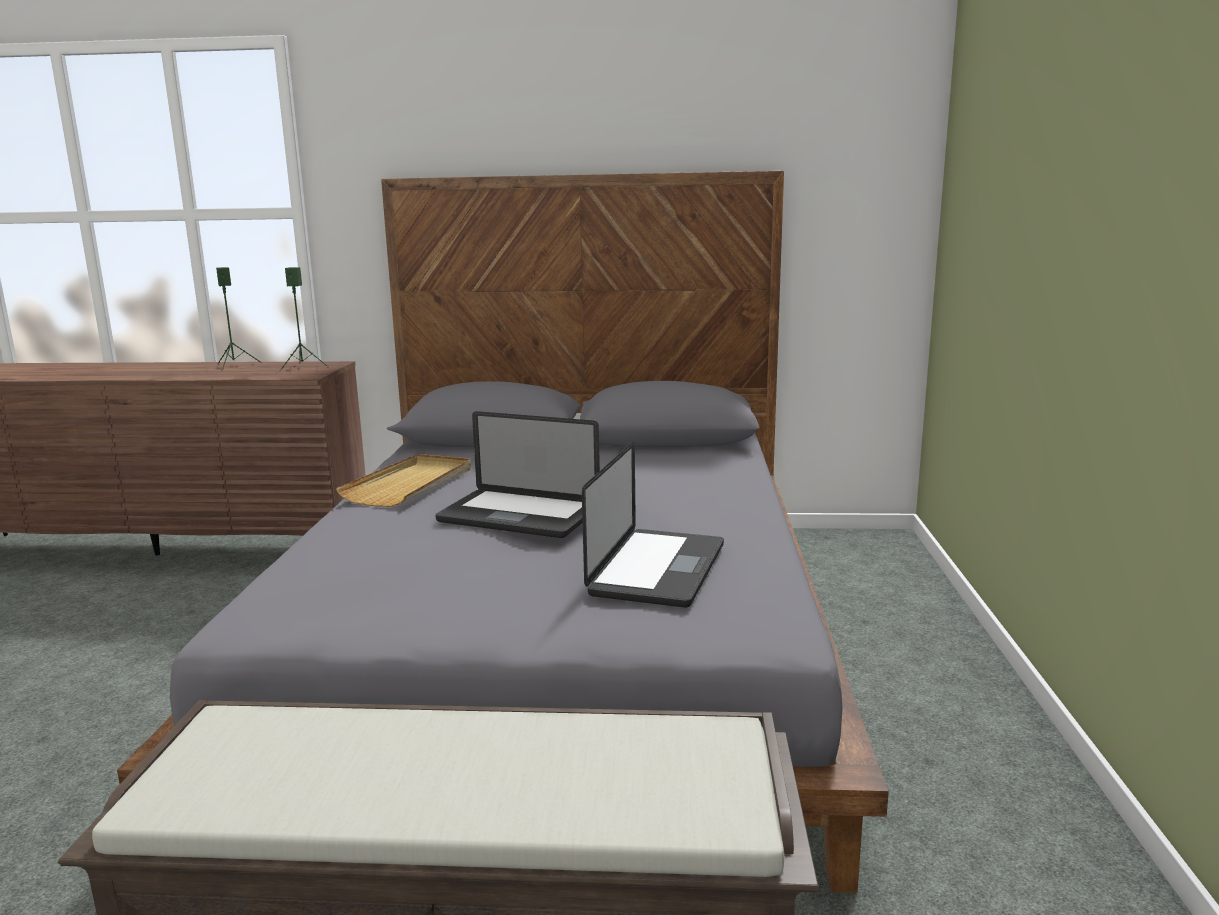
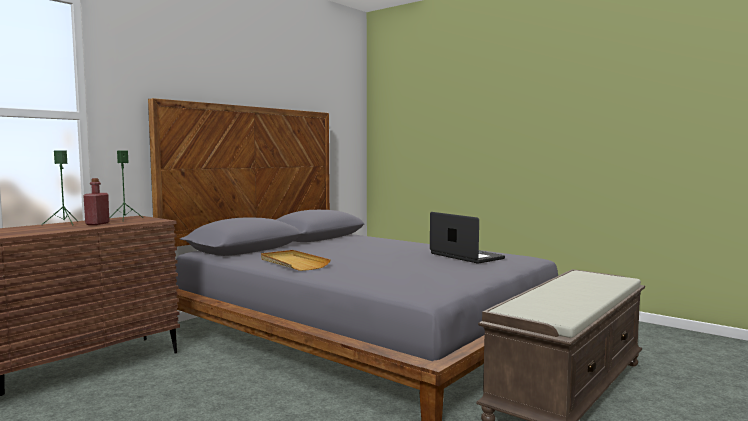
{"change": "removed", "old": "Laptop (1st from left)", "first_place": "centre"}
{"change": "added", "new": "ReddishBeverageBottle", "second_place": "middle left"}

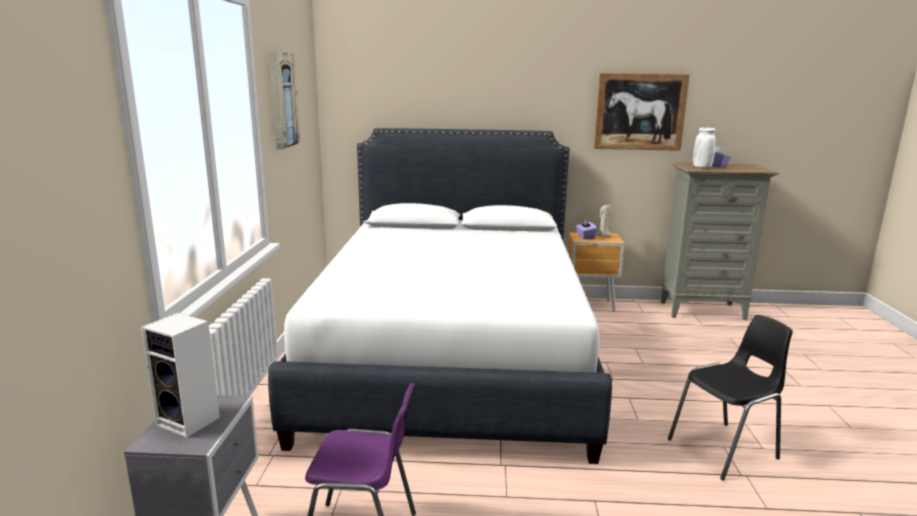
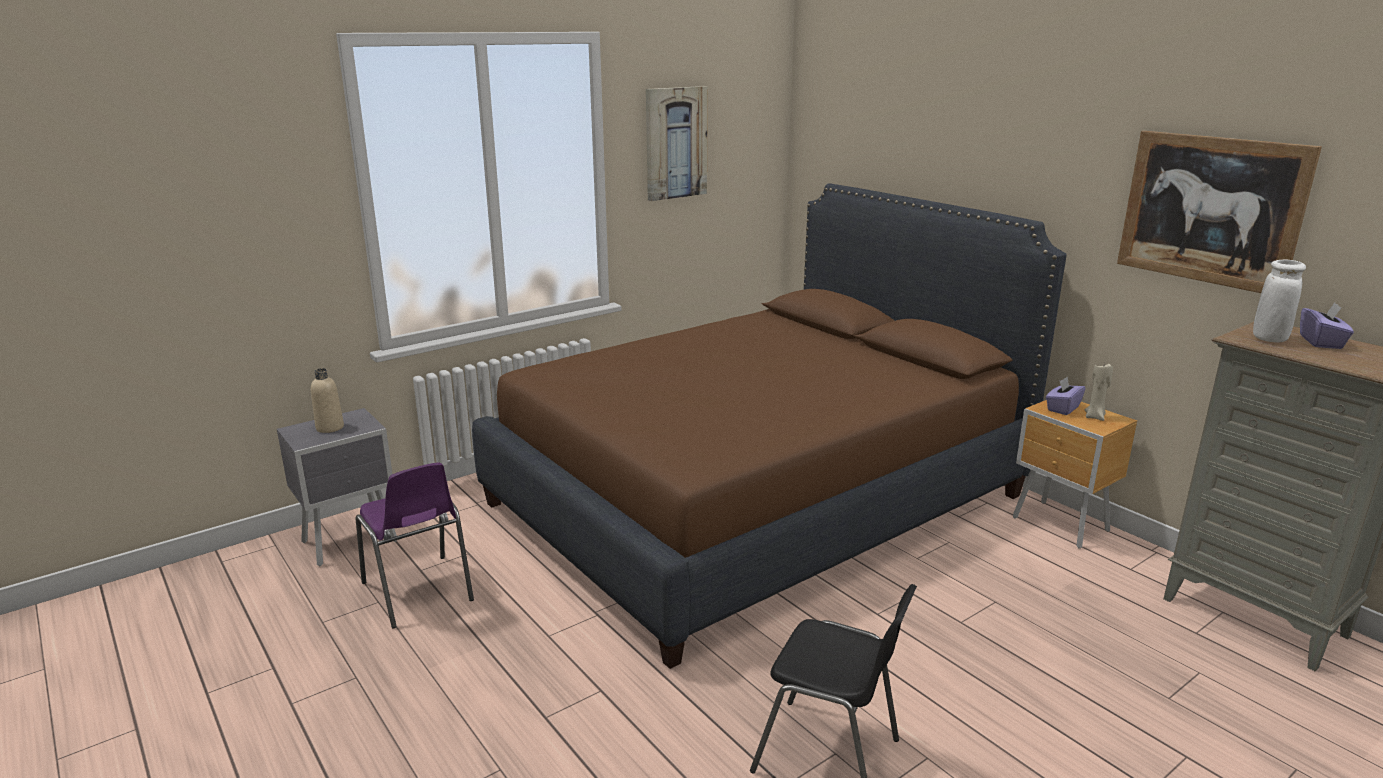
{"change": "recoloured", "old": "WhiteBedroomBed", "new": "BrownColouredBedroomBed", "first_place": "centre", "second_place": "centre"}
{"change": "replaced", "old": "Loudspeaker", "new": "BeigeBeverageBottle", "first_place": "bottom left", "second_place": "middle left"}

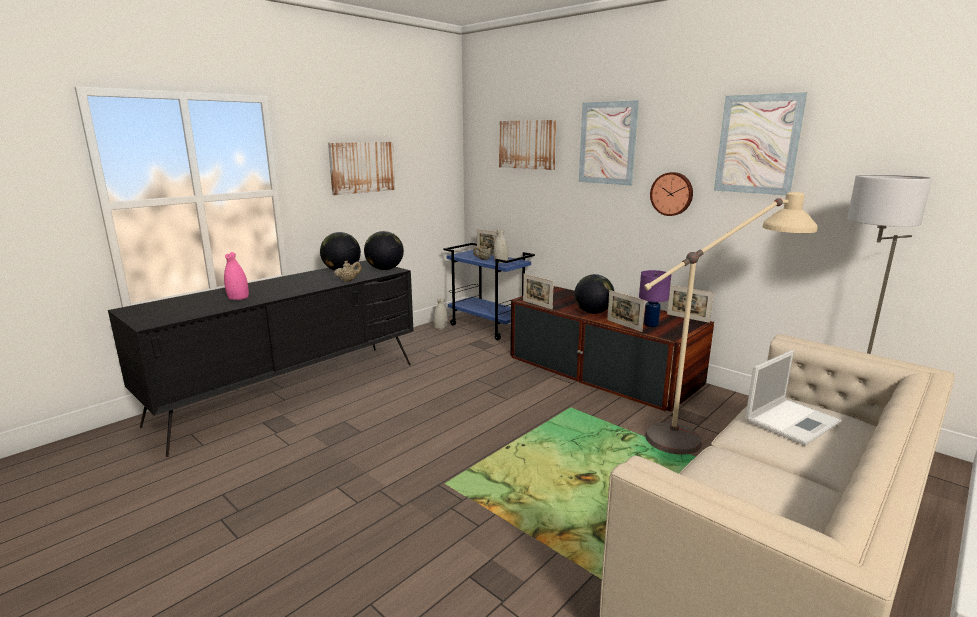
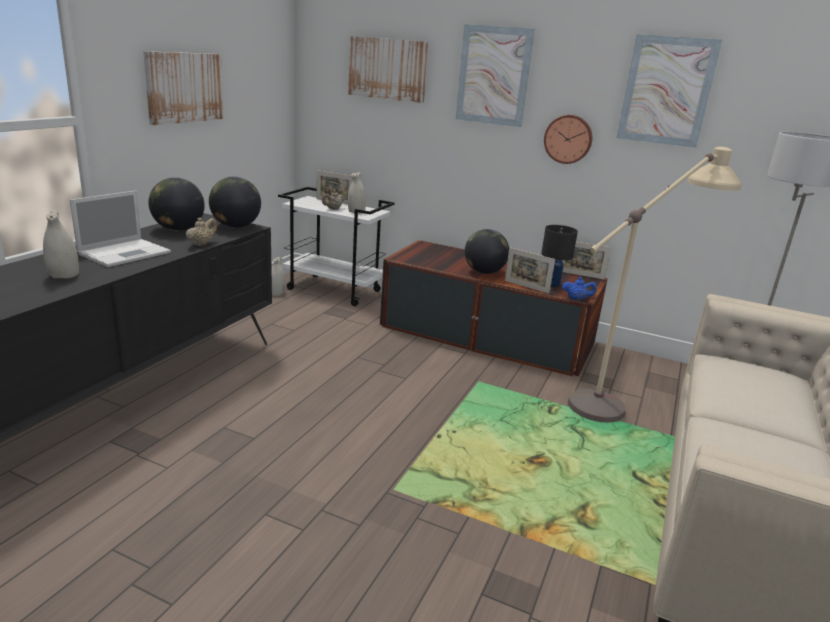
{"change": "recoloured", "old": "BlueColouredTrolley", "new": "WhiteTrolley", "first_place": "centre", "second_place": "centre"}
{"change": "recoloured", "old": "PinkColouredDecorativeVase", "new": "WhiteDecorativeVase (1st from left)", "first_place": "middle left", "second_place": "middle left"}
{"change": "recoloured", "old": "PurplishLampForATable", "new": "BlackLampForATable", "first_place": "middle right", "second_place": "middle right"}
{"change": "removed", "old": "PictureFrame (2nd from left)", "first_place": "centre"}
{"change": "moved", "old": "Laptop", "first_place": "middle right", "second_place": "middle left"}
{"change": "added", "new": "BlueColouredPotForTea", "second_place": "middle right"}

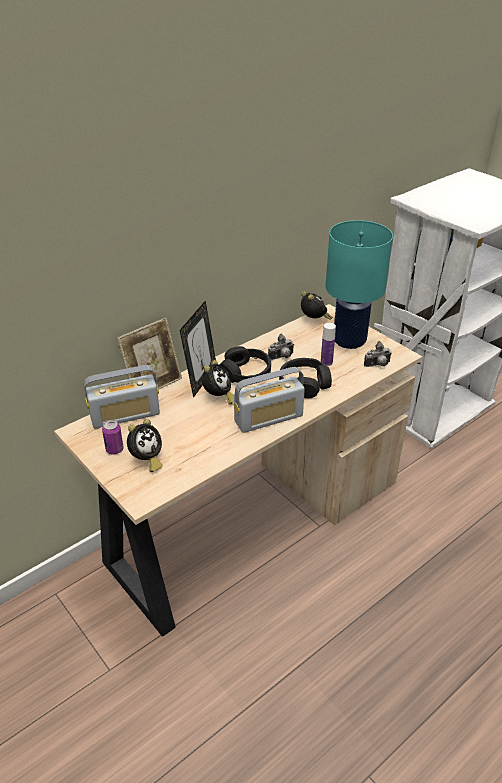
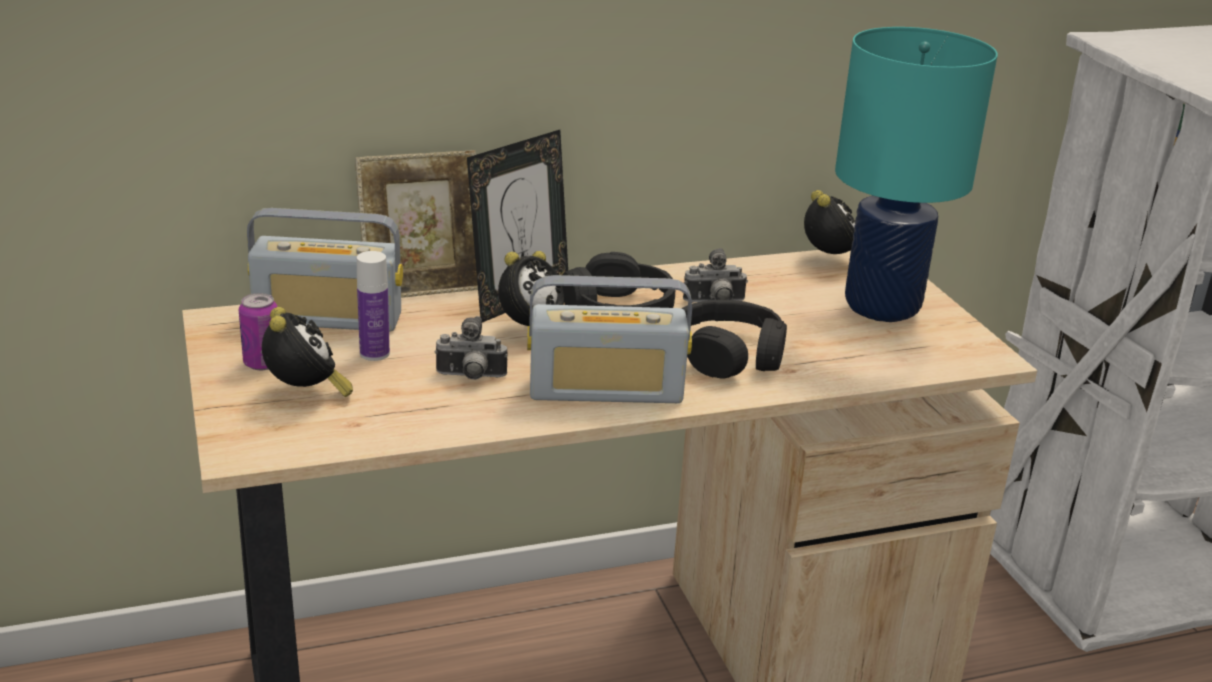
{"change": "moved", "old": "BeverageBottle", "first_place": "centre", "second_place": "middle left"}
{"change": "moved", "old": "StillCamera (2nd from left in the first image)", "new": "StillCamera (1st from left)", "first_place": "middle right", "second_place": "centre"}
{"change": "turned", "old": "TableClock (1st from left)", "first_place": "middle left", "second_place": "middle left", "degrees": -75}

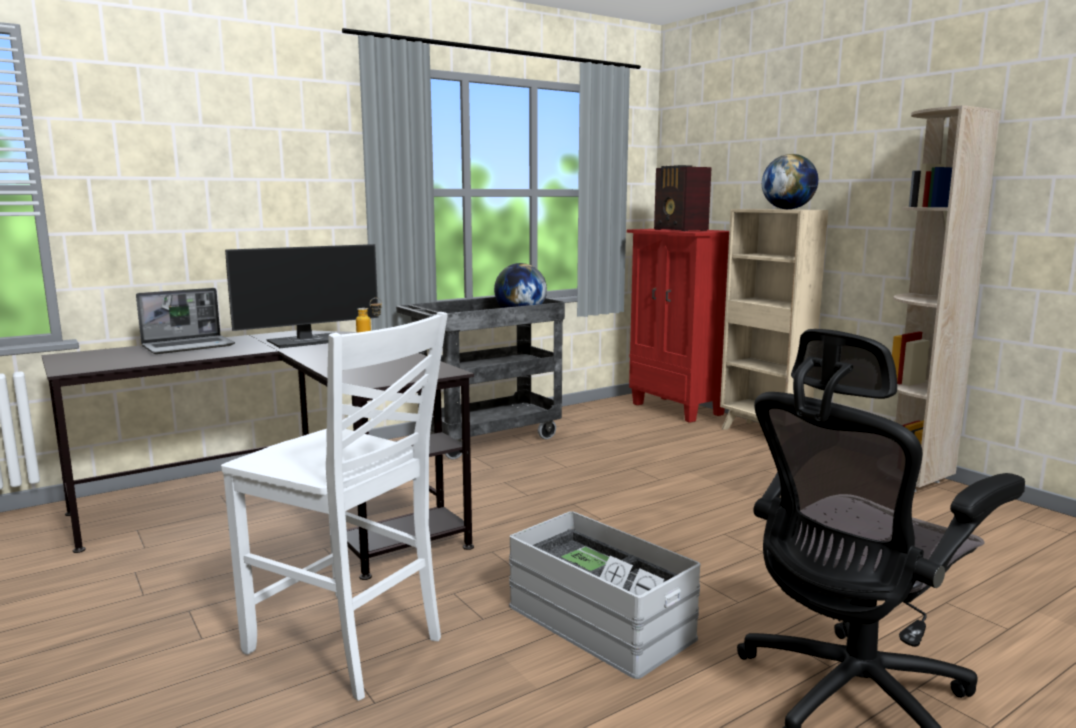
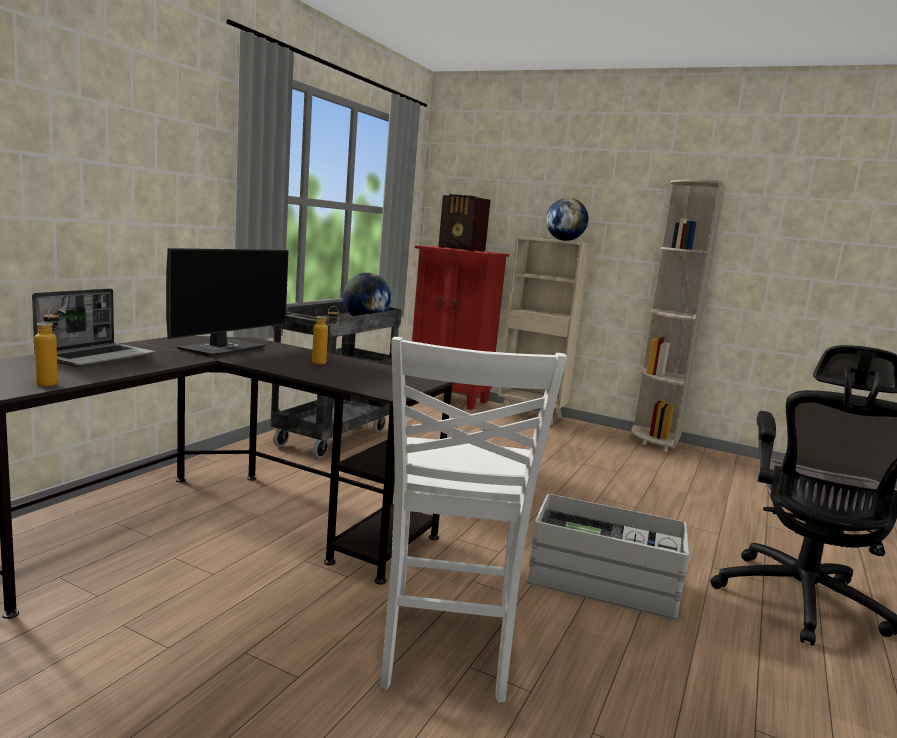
{"change": "turned", "old": "WhiteUprightChair", "first_place": "bottom left", "second_place": "bottom centre", "degrees": 90}
{"change": "added", "new": "BeverageBottle (1st from left)", "second_place": "middle left"}

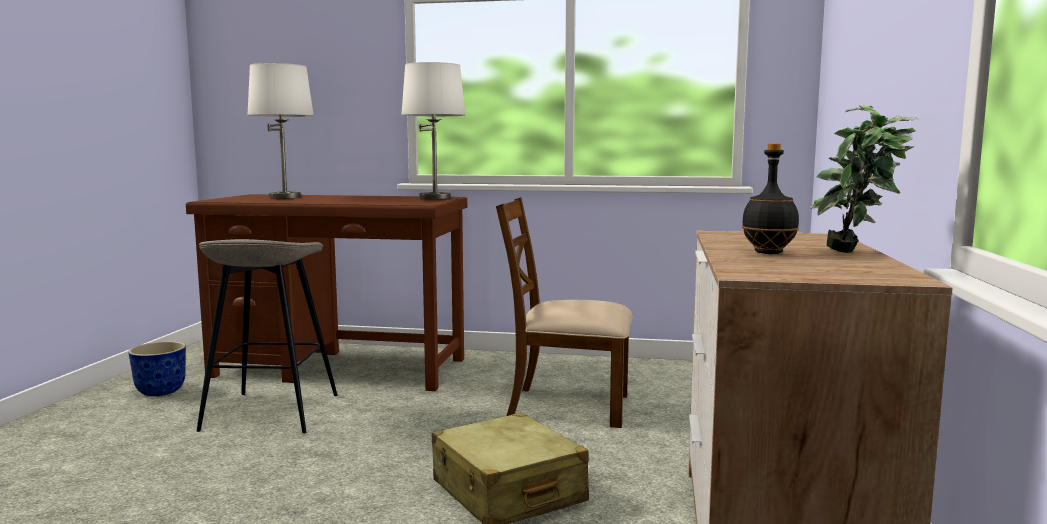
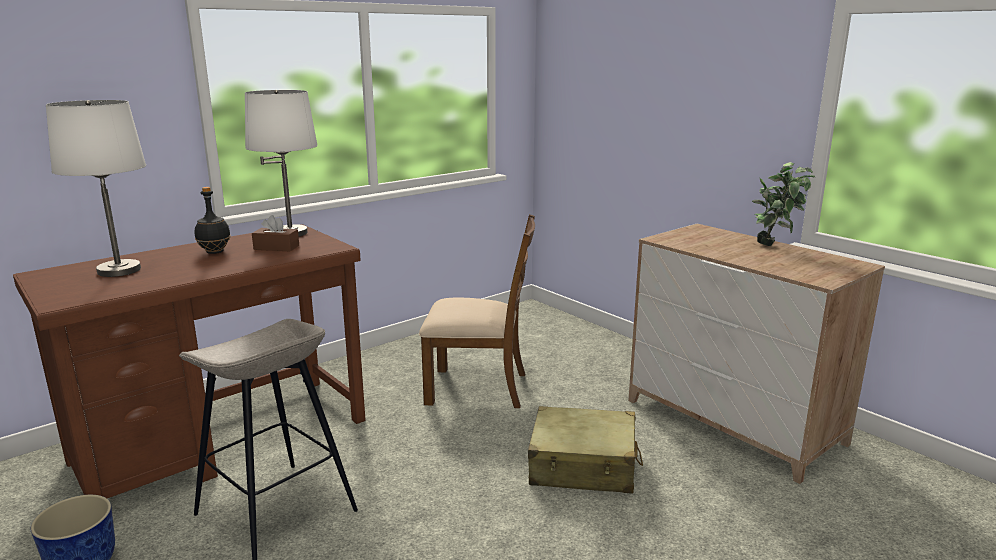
{"change": "moved", "old": "BlackBeverageBottle", "first_place": "middle right", "second_place": "middle left"}
{"change": "turned", "old": "BrownColouredUprightChair", "first_place": "centre", "second_place": "centre", "degrees": -135}
{"change": "added", "new": "BrownColouredBoxOfTissues", "second_place": "middle left"}

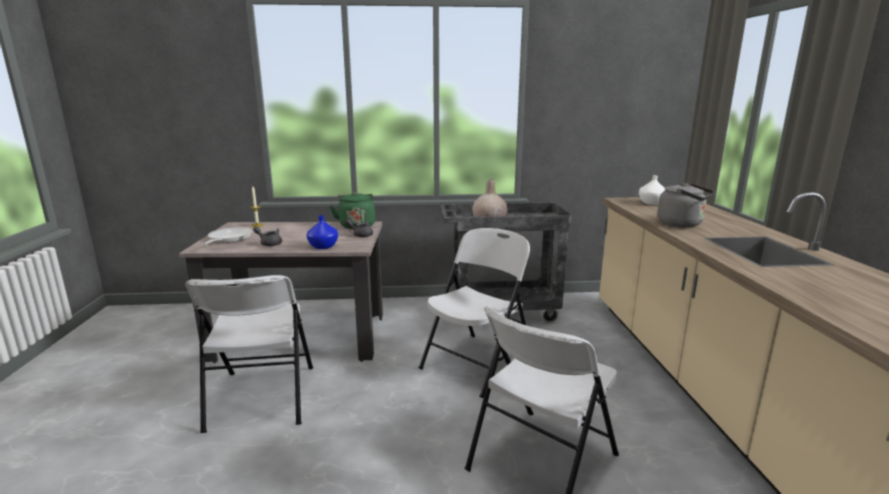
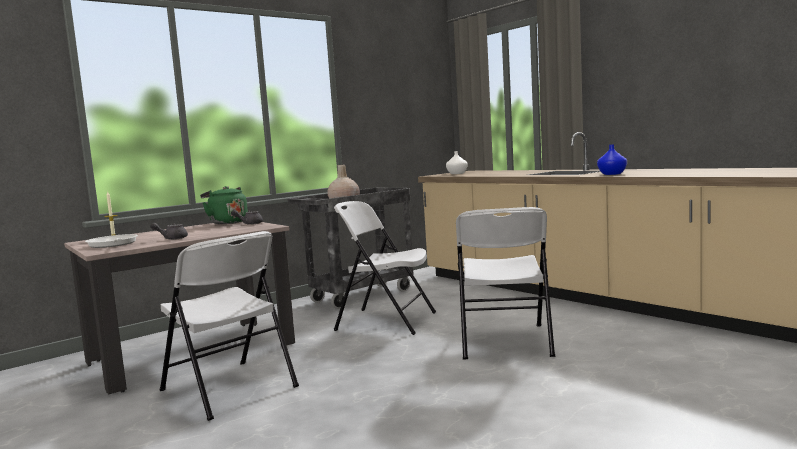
{"change": "removed", "old": "GreyKettle", "first_place": "middle right"}
{"change": "moved", "old": "BlueColouredDecorativeVase", "first_place": "centre", "second_place": "middle right"}
{"change": "turned", "old": "WhiteUprightChair (2nd from left)", "first_place": "centre", "second_place": "centre", "degrees": -75}

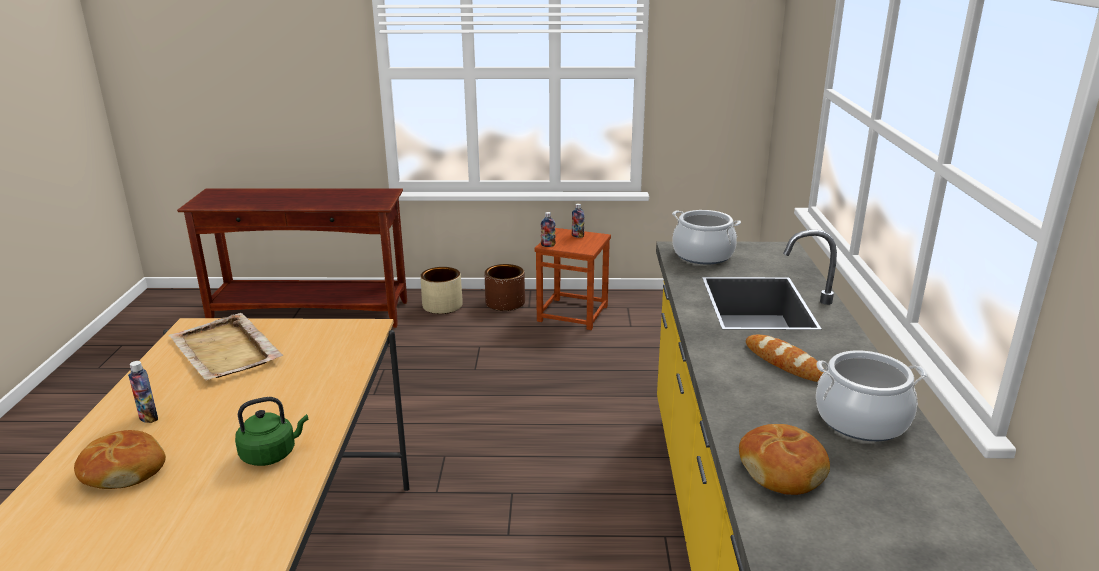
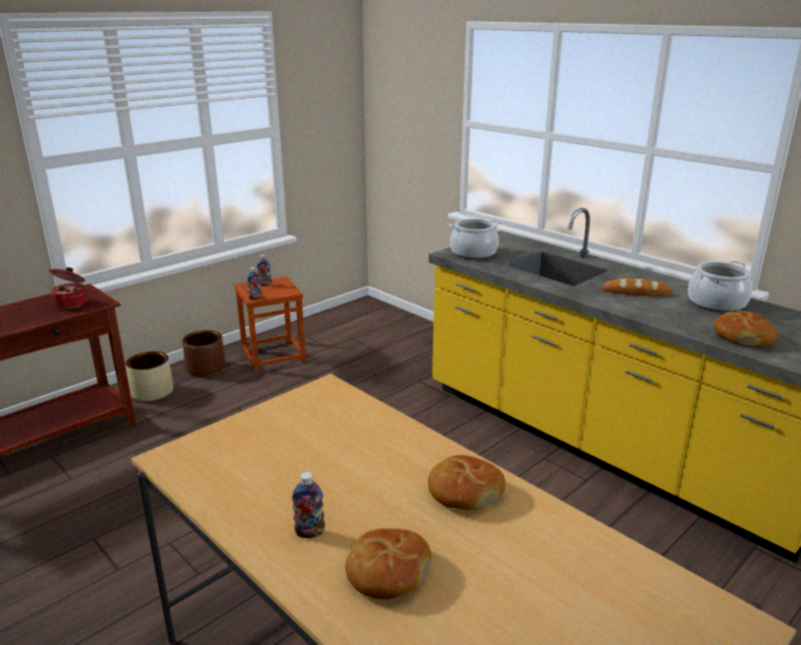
{"change": "removed", "old": "BeigeServingTray", "first_place": "middle left"}
{"change": "replaced", "old": "GreenKettle", "new": "BakeryBread (2nd from left)", "first_place": "bottom left", "second_place": "bottom centre"}
{"change": "added", "new": "Saucepot (1st from left)", "second_place": "middle left"}

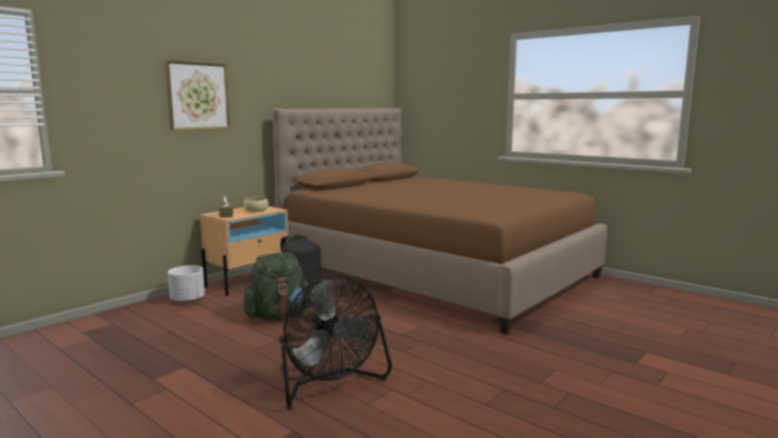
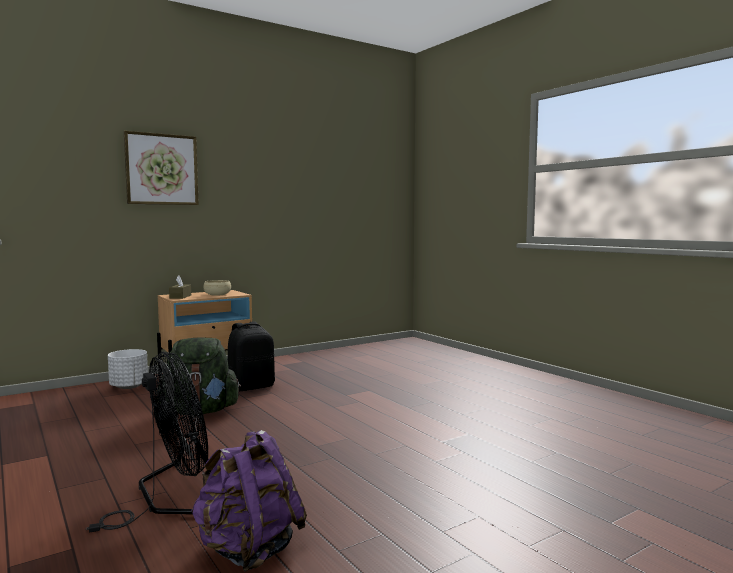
{"change": "removed", "old": "BrownColouredBedroomBed", "first_place": "centre"}
{"change": "turned", "old": "BlackCoolingFan", "first_place": "bottom centre", "second_place": "bottom left", "degrees": -105}
{"change": "added", "new": "PurplishRucksack", "second_place": "bottom centre"}

